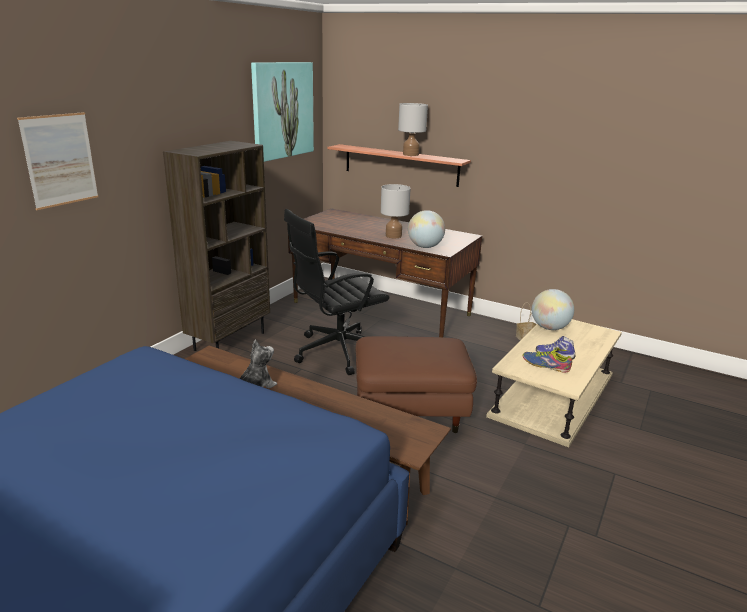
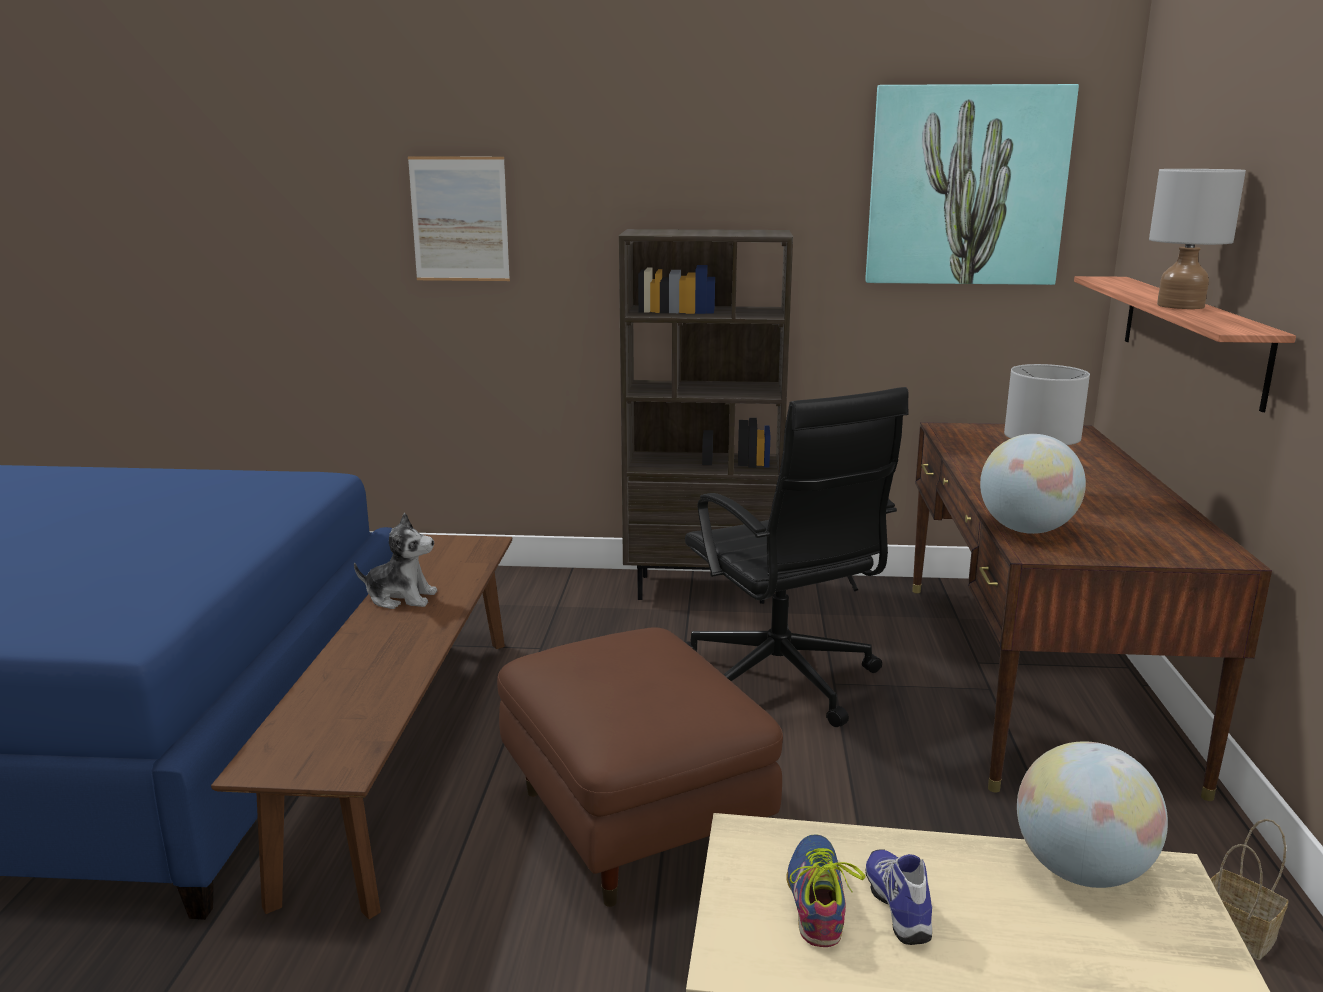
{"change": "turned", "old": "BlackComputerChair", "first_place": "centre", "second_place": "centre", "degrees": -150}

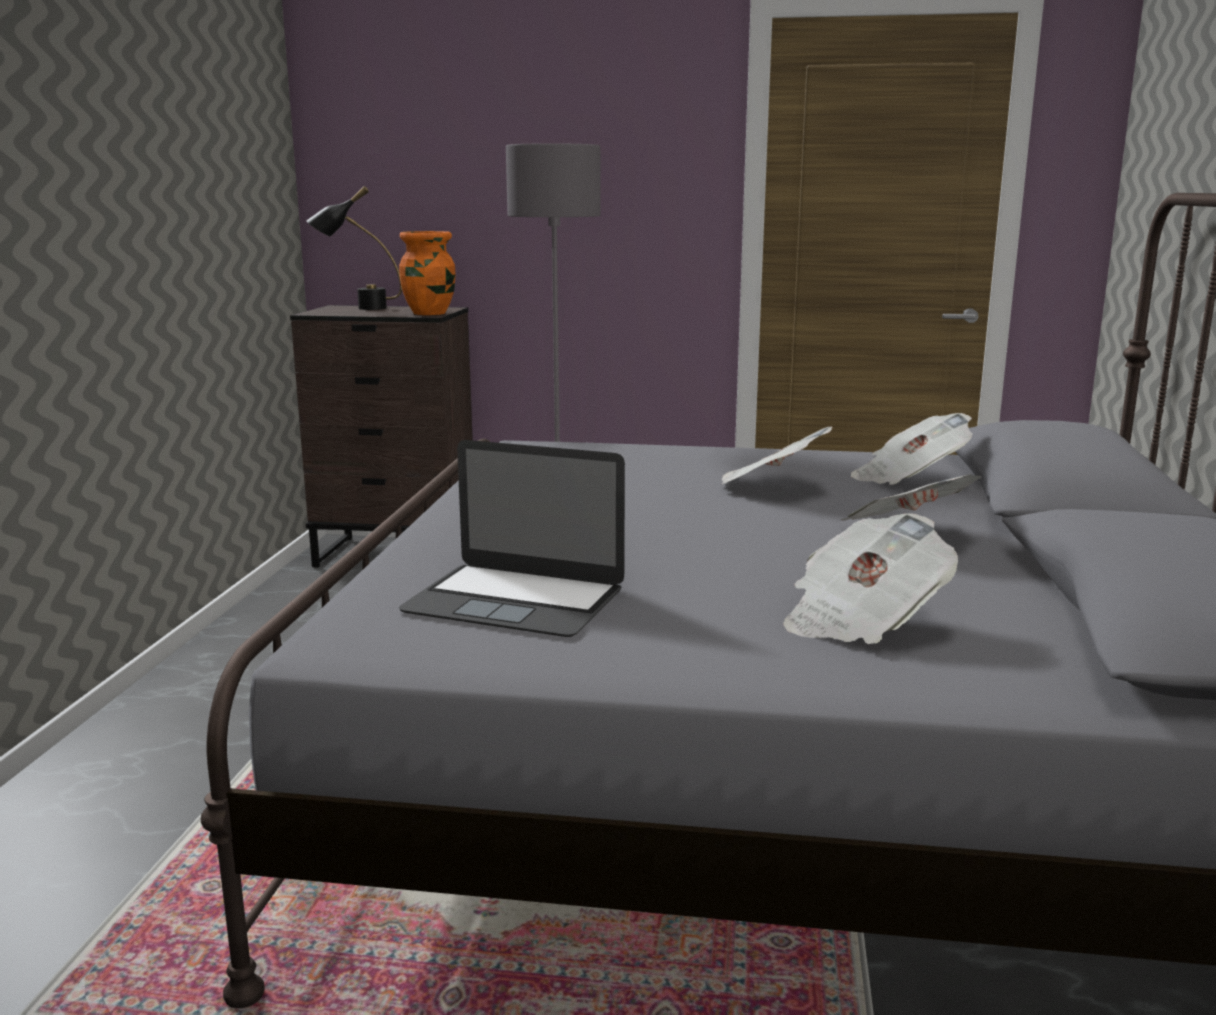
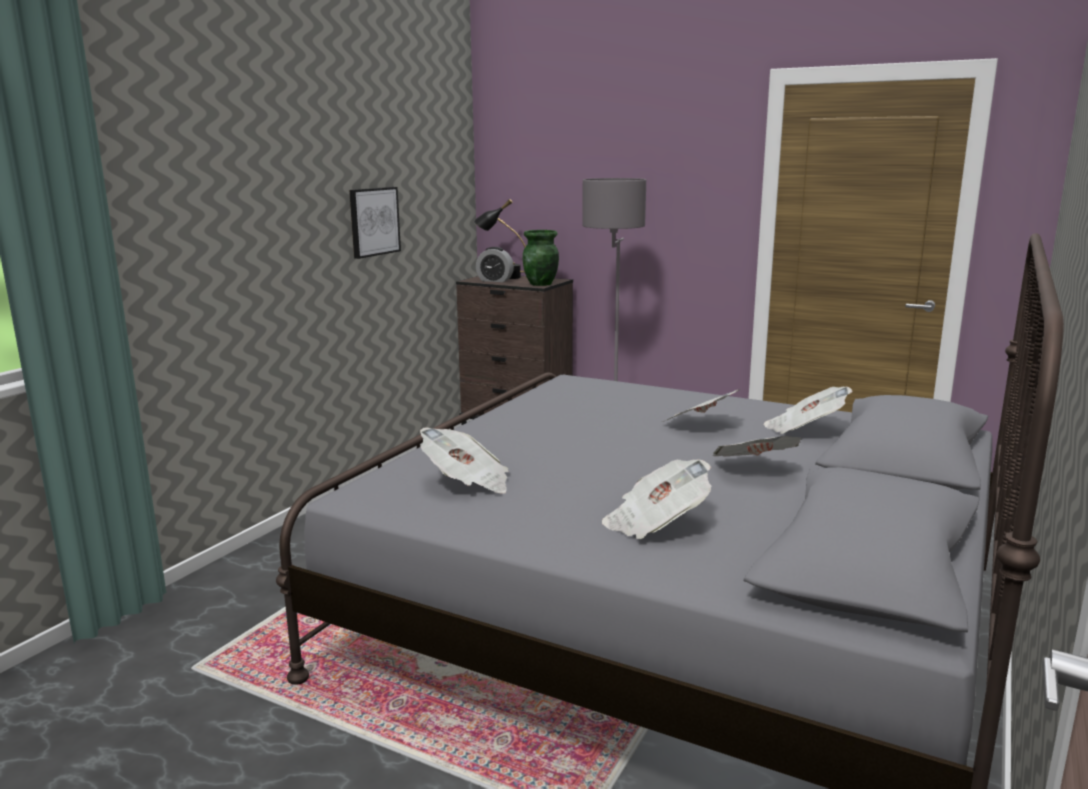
{"change": "recoloured", "old": "OrangeyDecorativeVase", "new": "GreenDecorativeVase", "first_place": "top centre", "second_place": "top centre"}
{"change": "replaced", "old": "Laptop", "new": "PrintedPaper (1st from left)", "first_place": "centre", "second_place": "centre"}
{"change": "added", "new": "Picture", "second_place": "top centre"}
{"change": "added", "new": "TableClock", "second_place": "centre"}

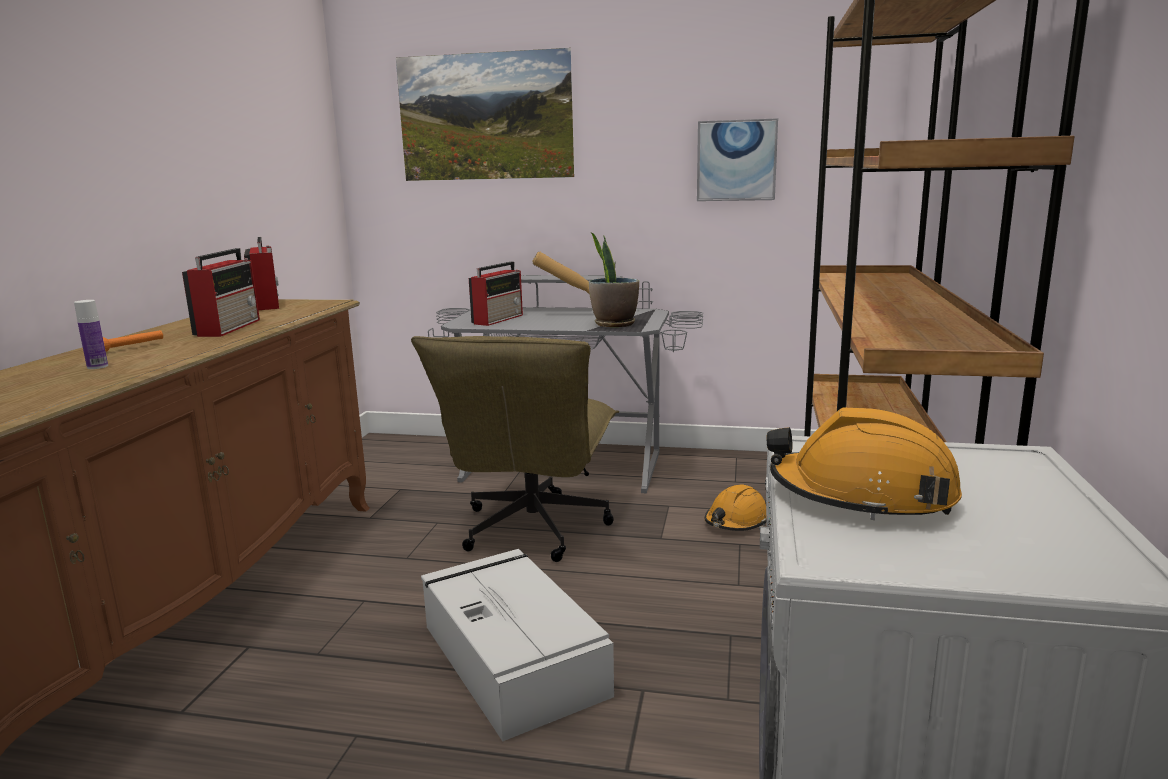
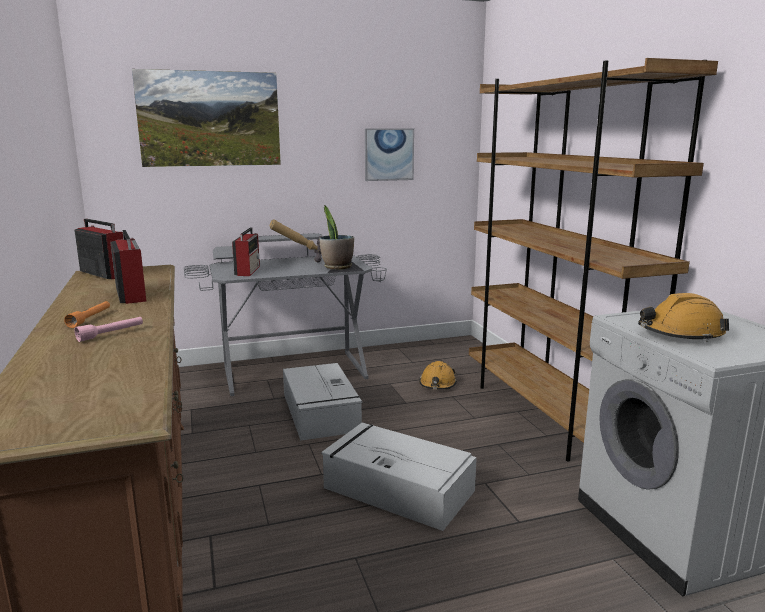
{"change": "replaced", "old": "BeverageBottle", "new": "PinkColouredFlashlight", "first_place": "middle left", "second_place": "middle left"}
{"change": "replaced", "old": "BeigeComputerChair", "new": "GreyStorageContainer (1st from left)", "first_place": "centre", "second_place": "centre"}

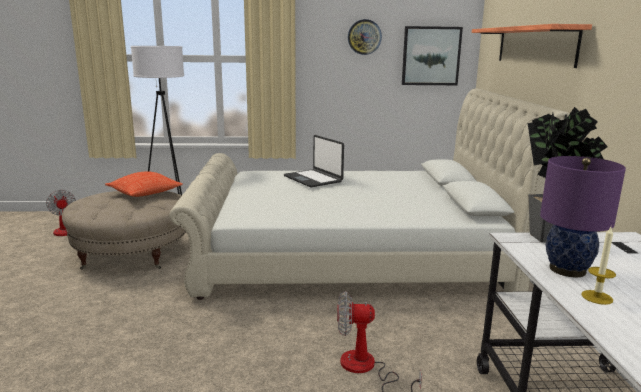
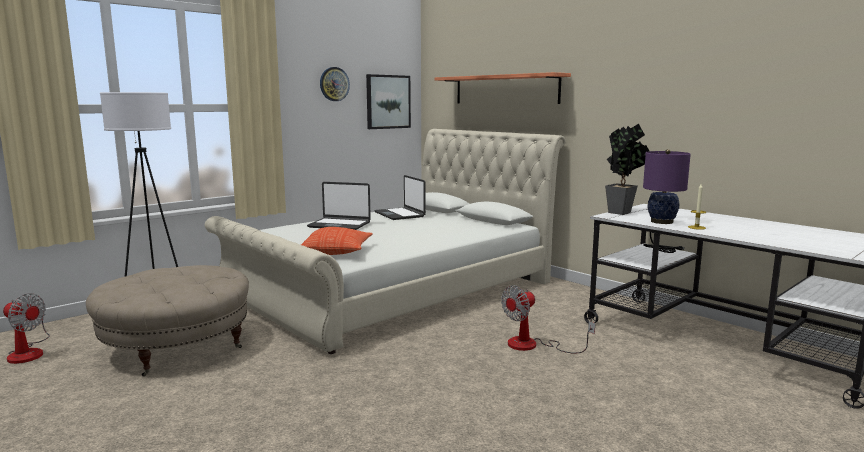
{"change": "moved", "old": "OrangeyThrowPillow", "first_place": "middle left", "second_place": "centre"}
{"change": "added", "new": "Laptop (2nd from left)", "second_place": "centre"}

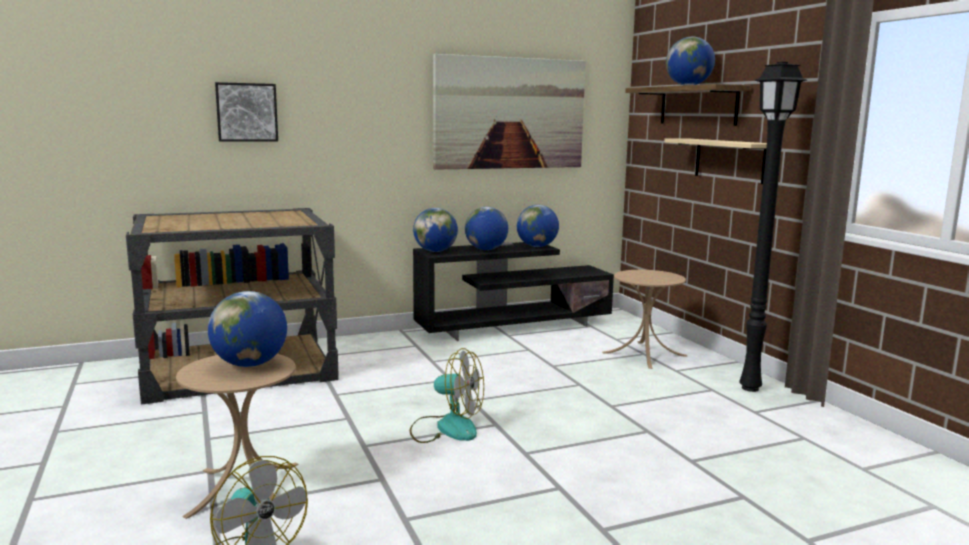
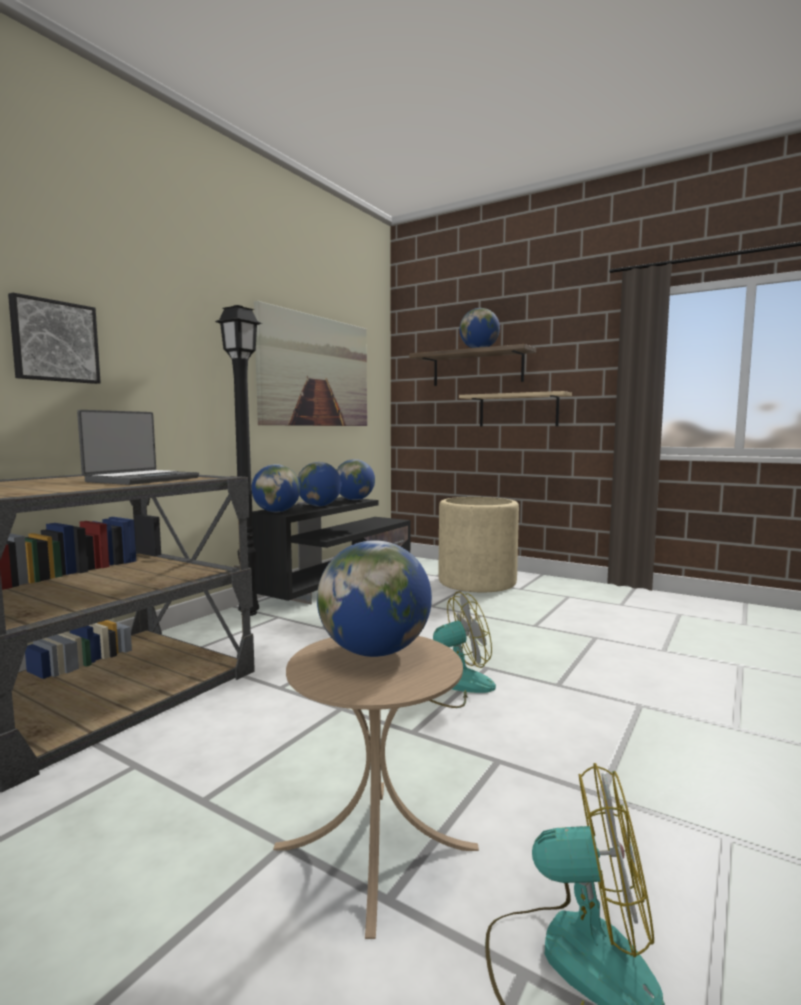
{"change": "moved", "old": "BlackStandingLamp", "first_place": "middle right", "second_place": "middle left"}
{"change": "replaced", "old": "BeigeSideTable (2nd from left)", "new": "BeigePlantPot", "first_place": "centre", "second_place": "centre"}
{"change": "added", "new": "Laptop", "second_place": "middle left"}

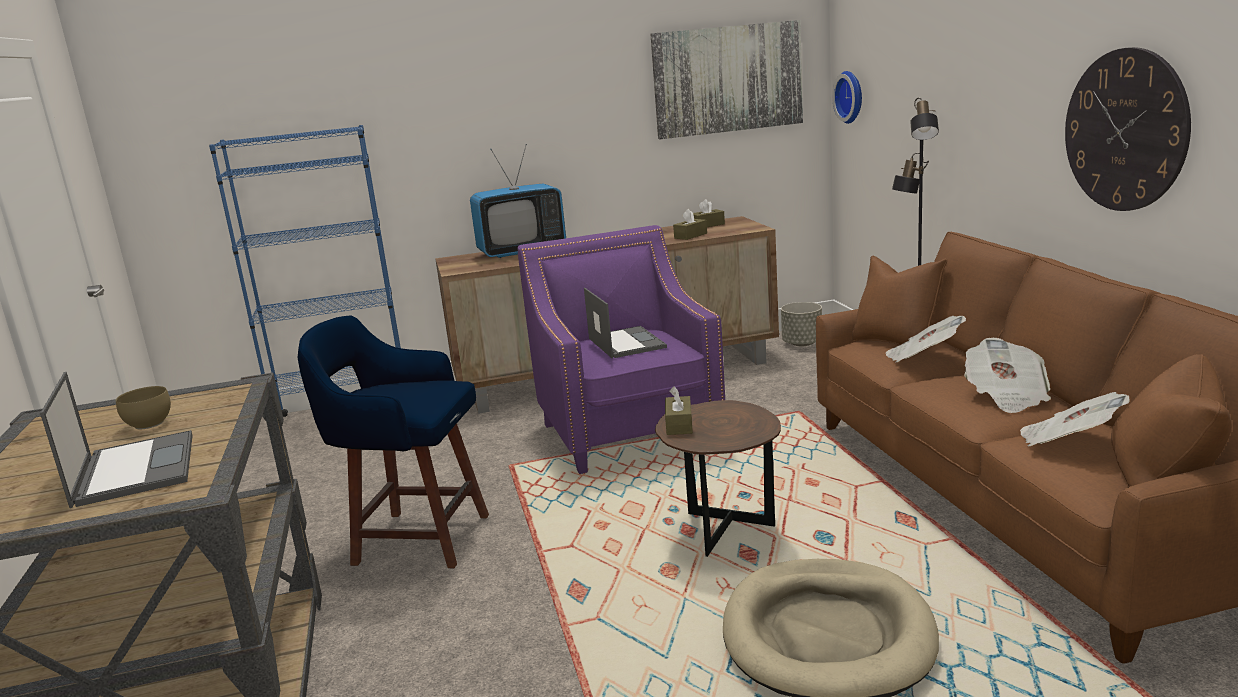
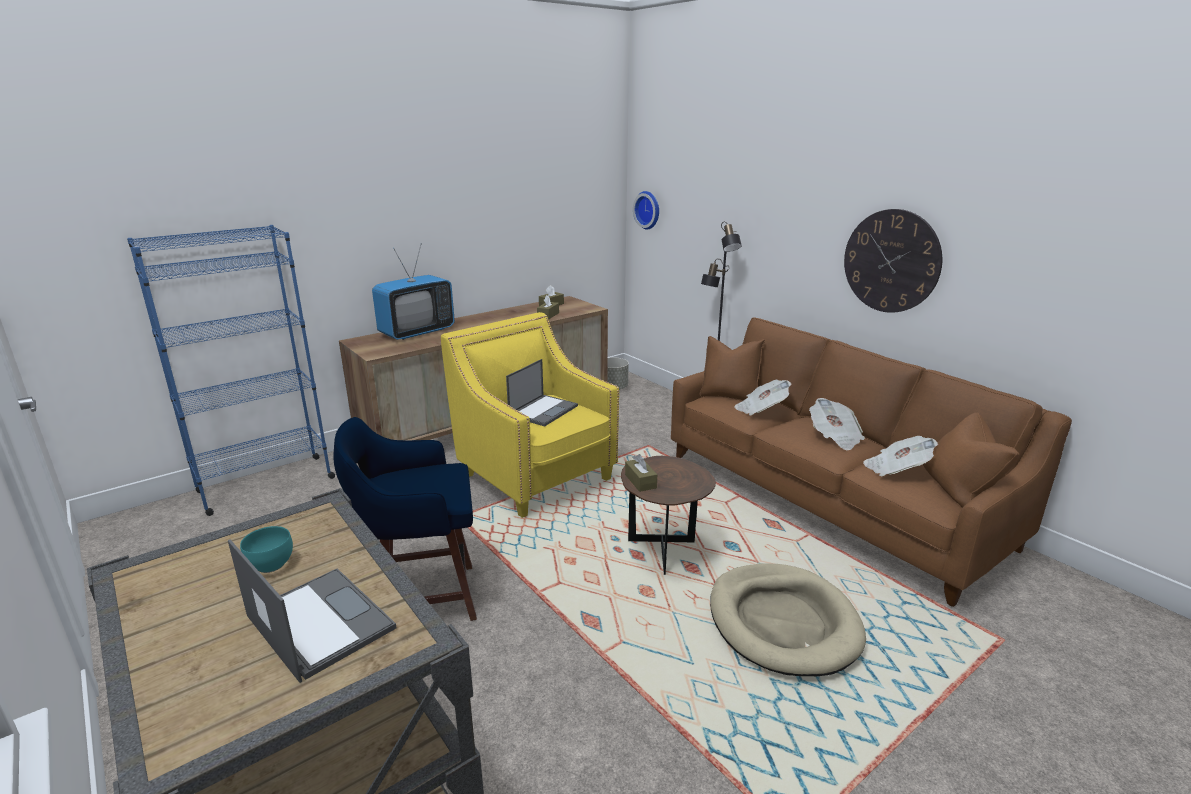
{"change": "removed", "old": "Picture", "first_place": "top centre"}
{"change": "recoloured", "old": "PurplishArmchair", "new": "YellowArmchair", "first_place": "centre", "second_place": "centre"}
{"change": "turned", "old": "Laptop (2nd from left)", "first_place": "centre", "second_place": "centre", "degrees": 75}
{"change": "recoloured", "old": "BrownColouredBowl", "new": "BlueGreenBowl", "first_place": "middle left", "second_place": "bottom left"}

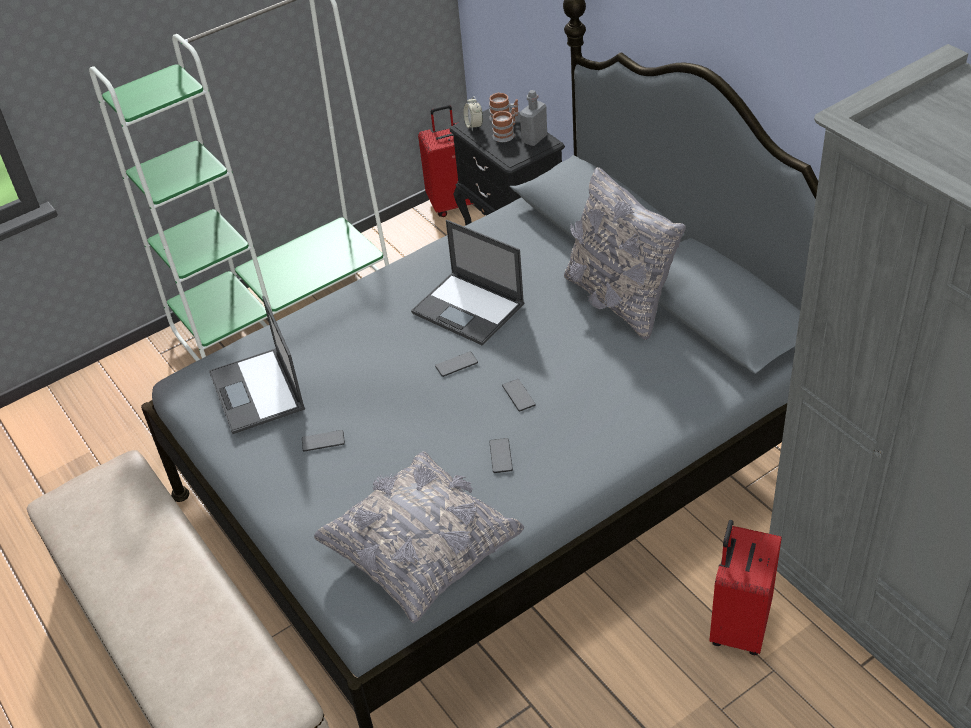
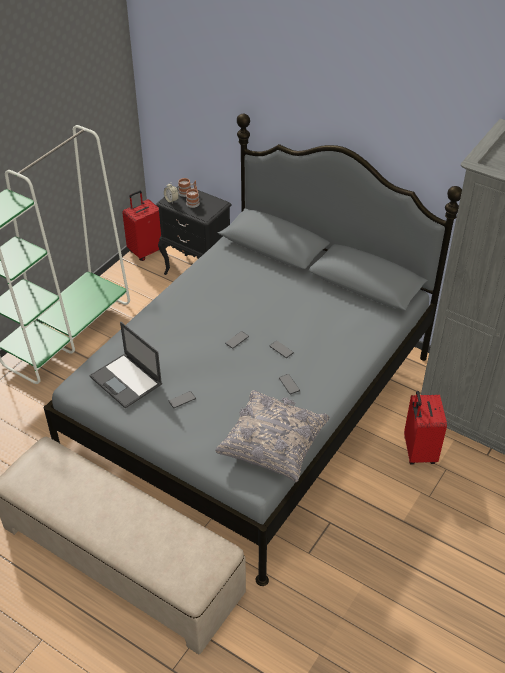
{"change": "removed", "old": "GreyBeverageBottle", "first_place": "top centre"}
{"change": "removed", "old": "GreyThrowPillow (2nd from left)", "first_place": "centre"}
{"change": "removed", "old": "Laptop (2nd from left)", "first_place": "centre"}

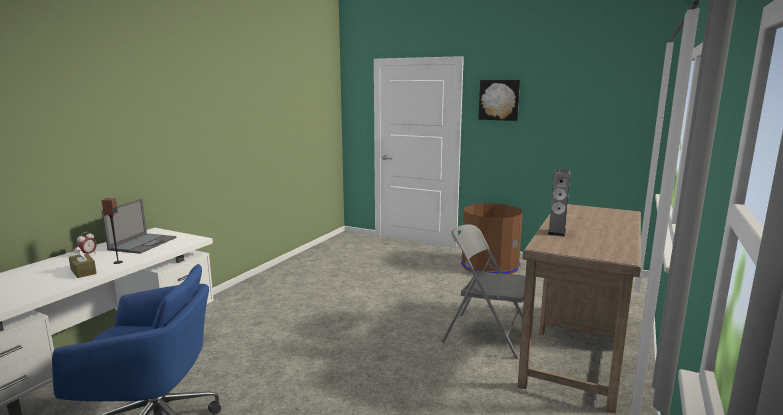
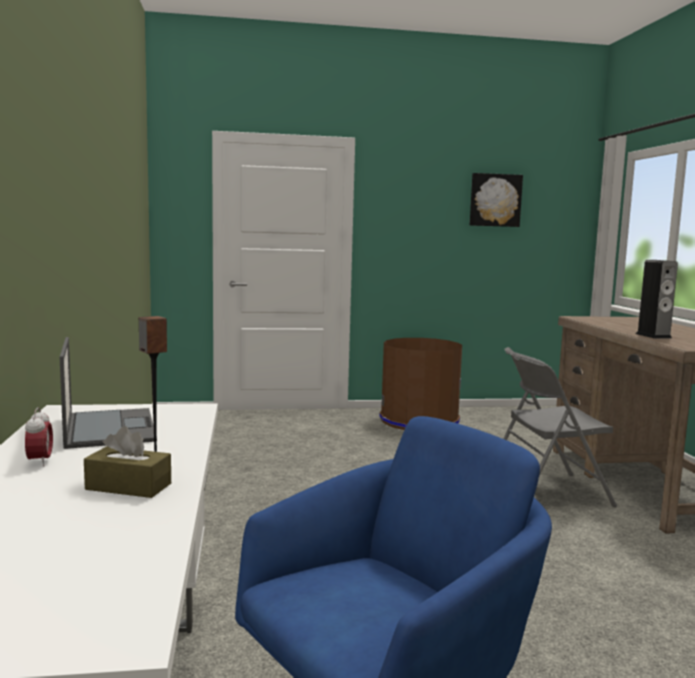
{"change": "moved", "old": "Picture", "first_place": "top centre", "second_place": "top right"}

